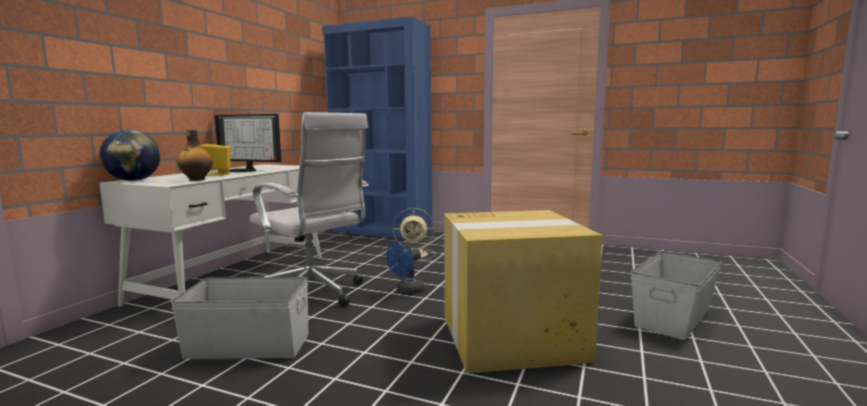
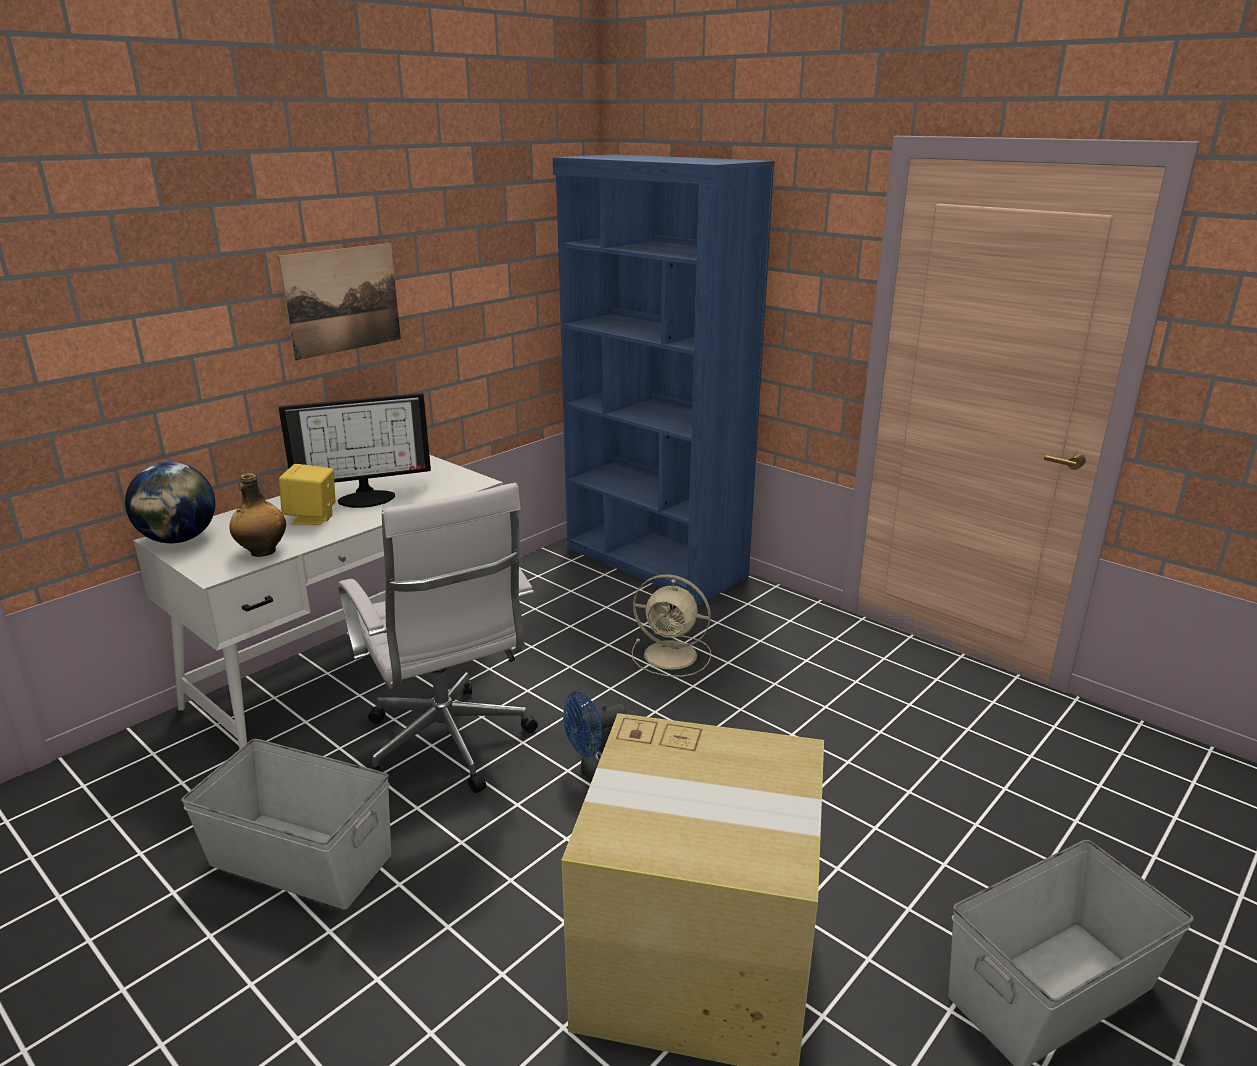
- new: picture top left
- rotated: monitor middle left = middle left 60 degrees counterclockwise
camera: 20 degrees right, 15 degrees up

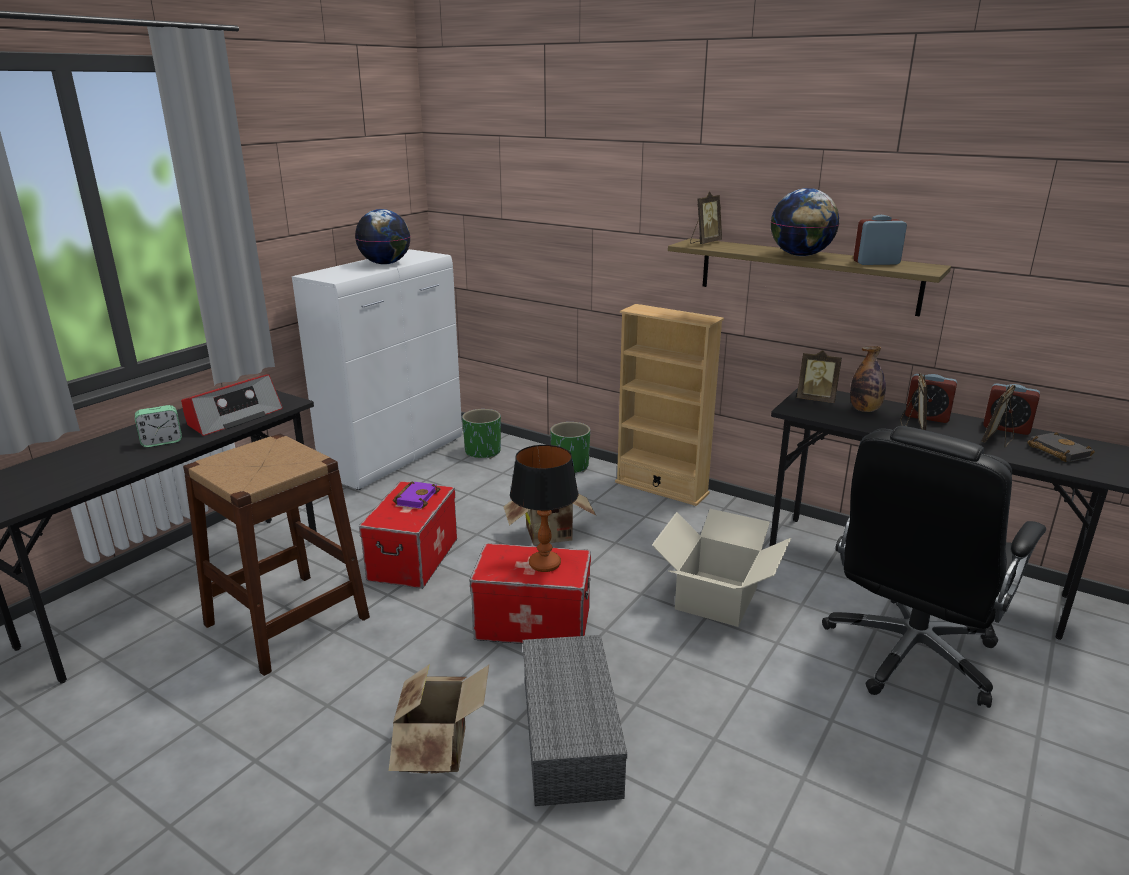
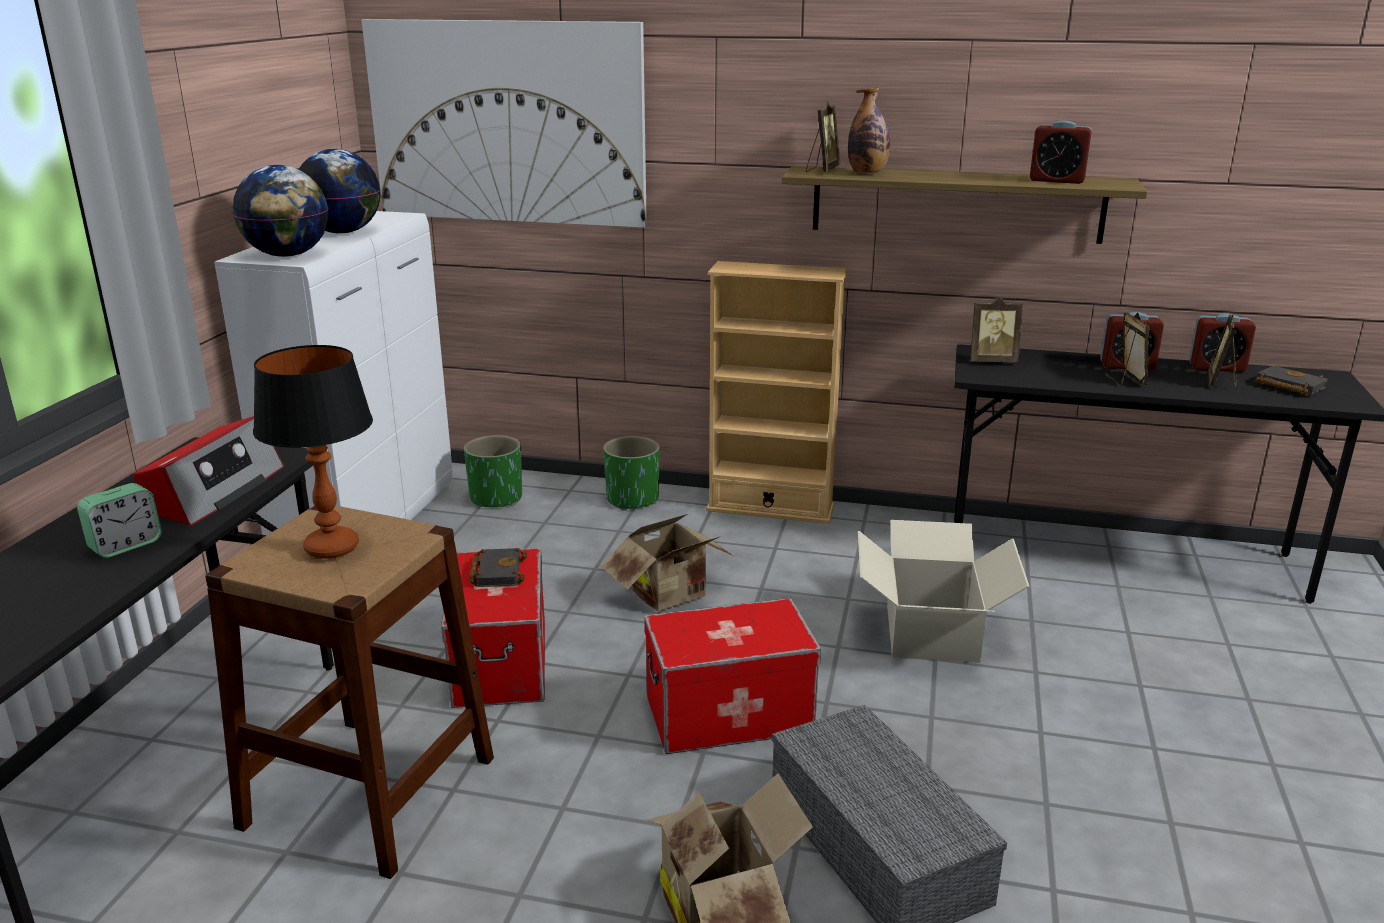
- gone: black office chair middle right
- new: picture top centre
- shifted: table lamp centre to middle left
- shifted: globe (no. 2 from left in the first image) top right to globe (no. 1 from left) top left
- shifted: bottle middle right to top centre
- repainted: purple book centre to black book (no. 1 from left) centre
- rotated: alarm clock (no. 2 from left) top right = top right 135 degrees counterclockwise
camera: 20 degrees left, 0 degrees up

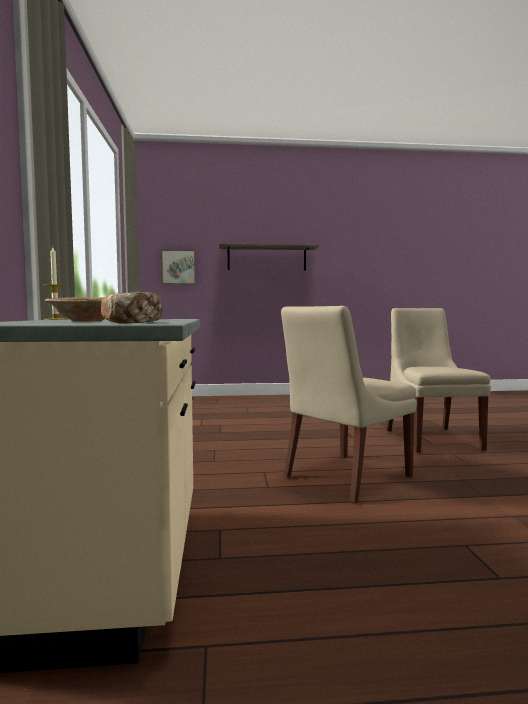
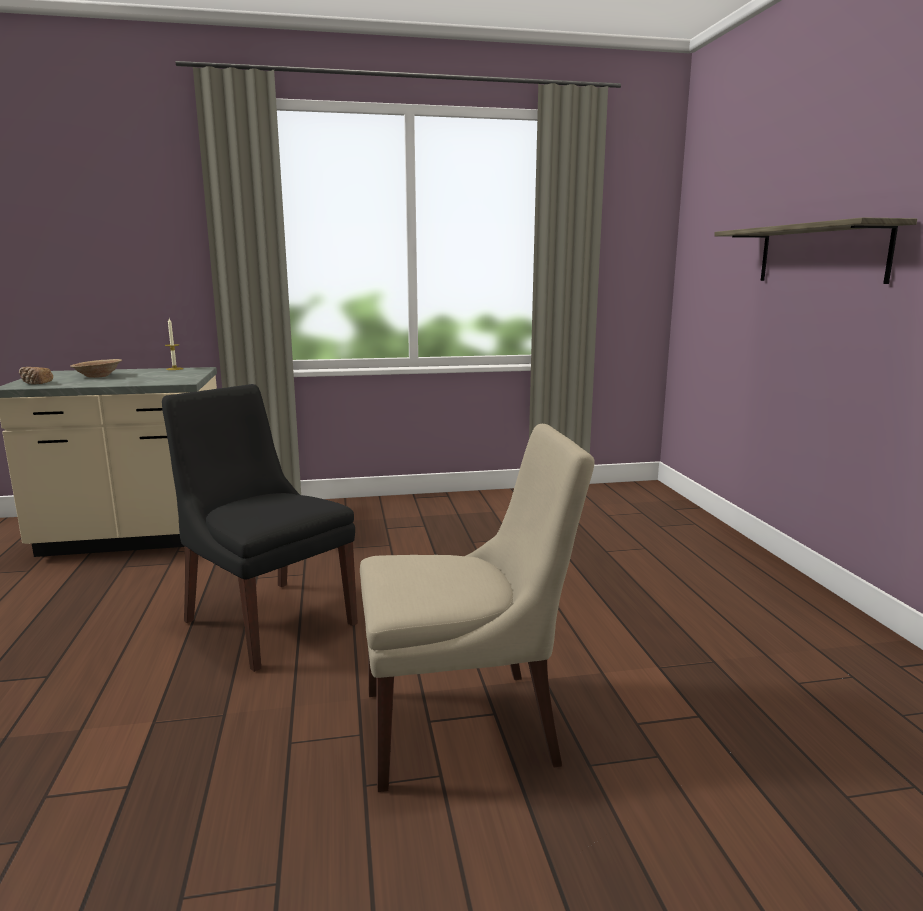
- gone: picture centre
- repainted: beige chair (no. 1 from left) centre to black chair middle left
camera: 85 degrees right, 10 degrees up

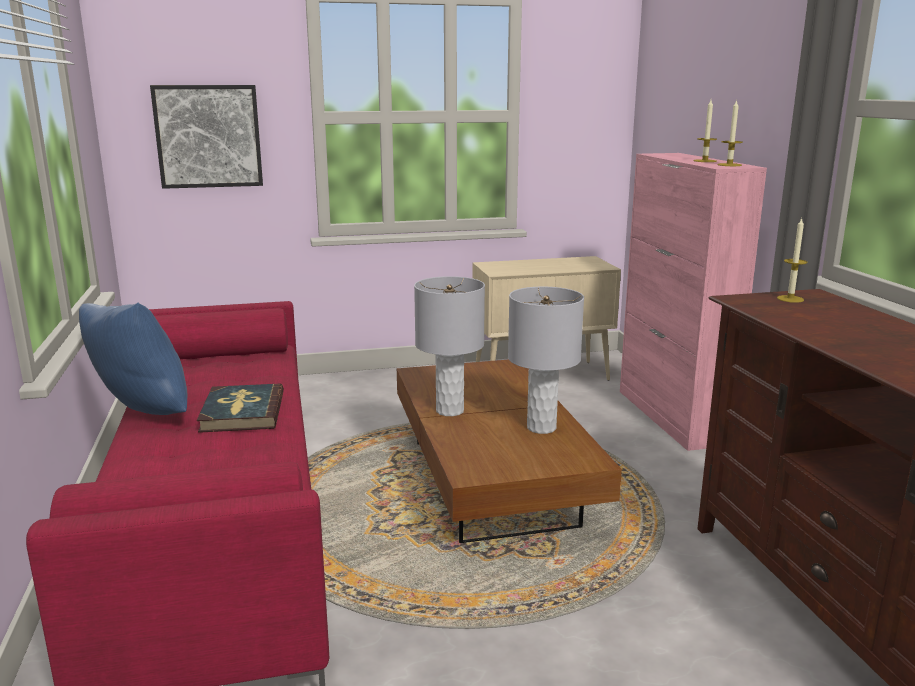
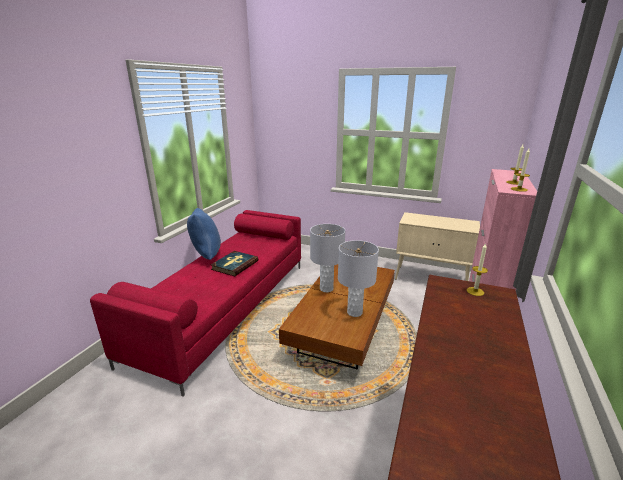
- gone: picture top left
camera: 35 degrees right, 5 degrees up

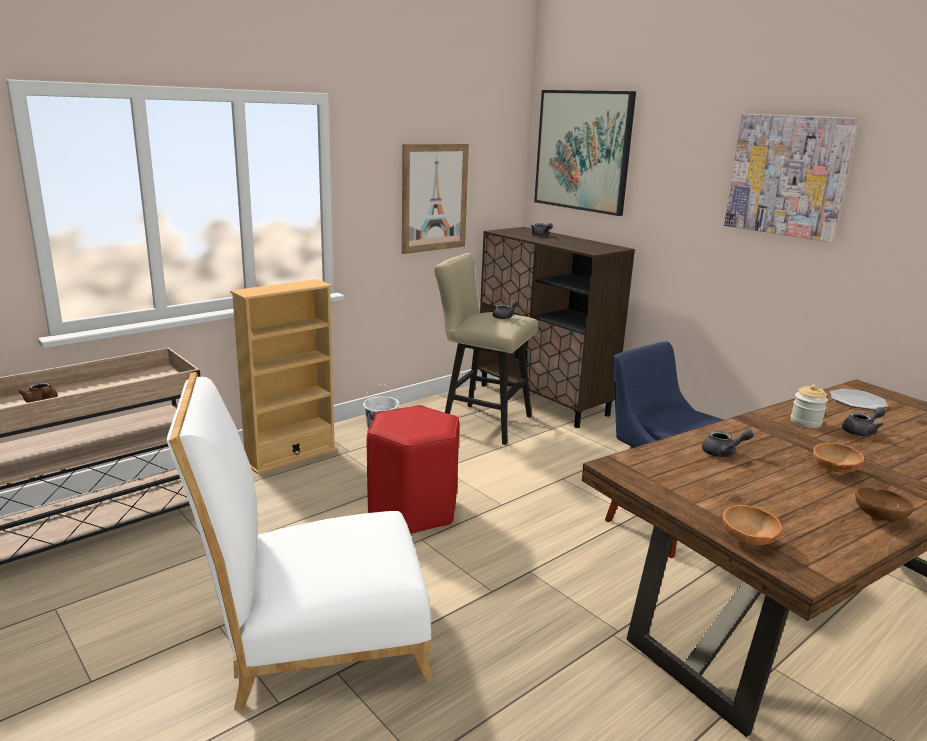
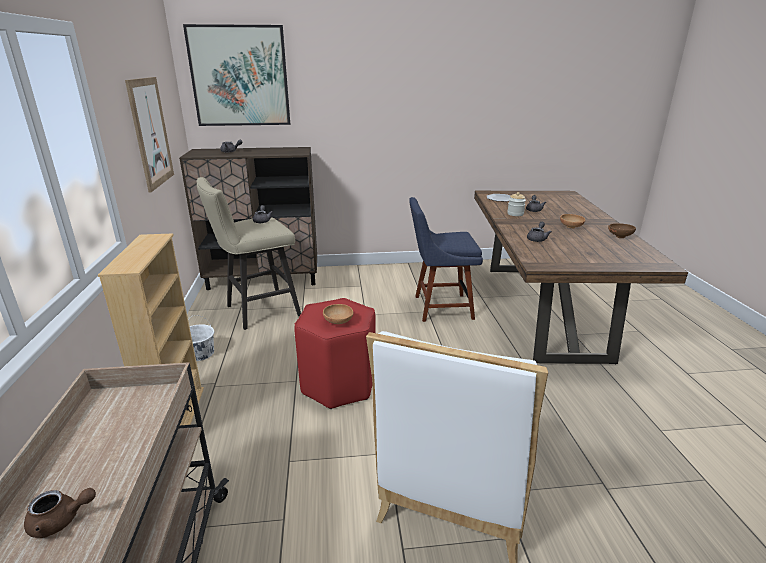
- gone: picture (no. 3 from left) top right
- shifted: brown bowl (no. 1 from left) bottom right to centre
camera: 55 degrees left, 5 degrees up

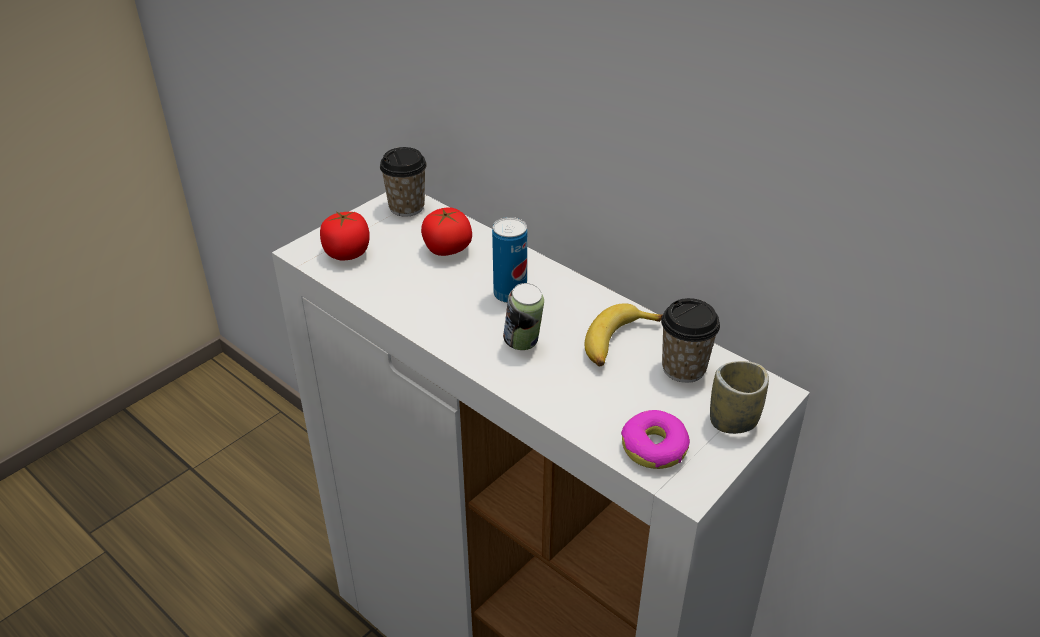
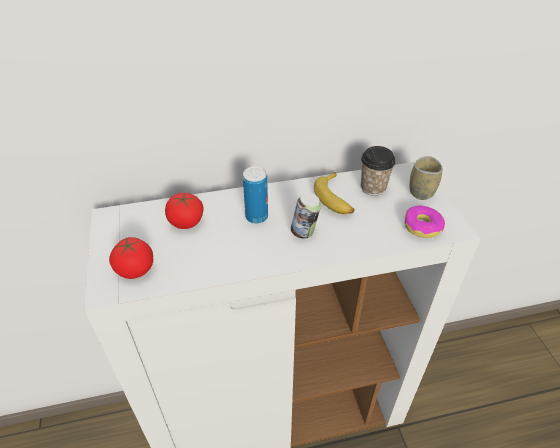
- gone: cup (no. 1 from left) top centre
camera: 55 degrees left, 5 degrees up

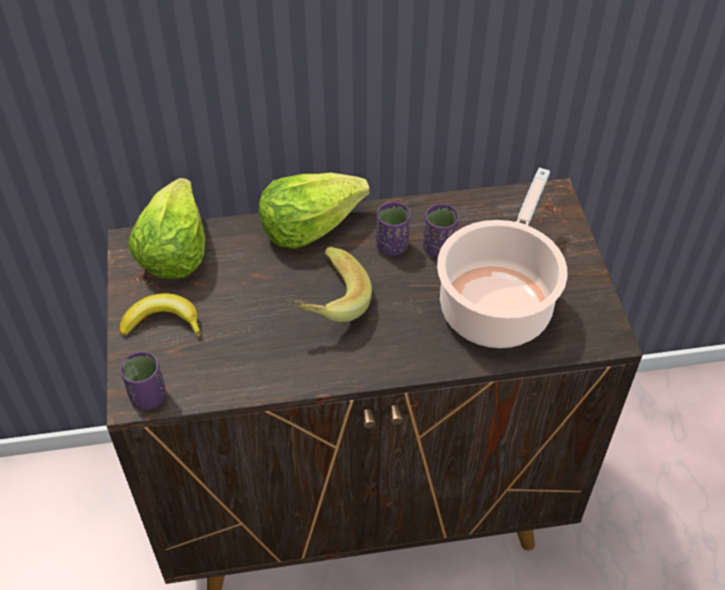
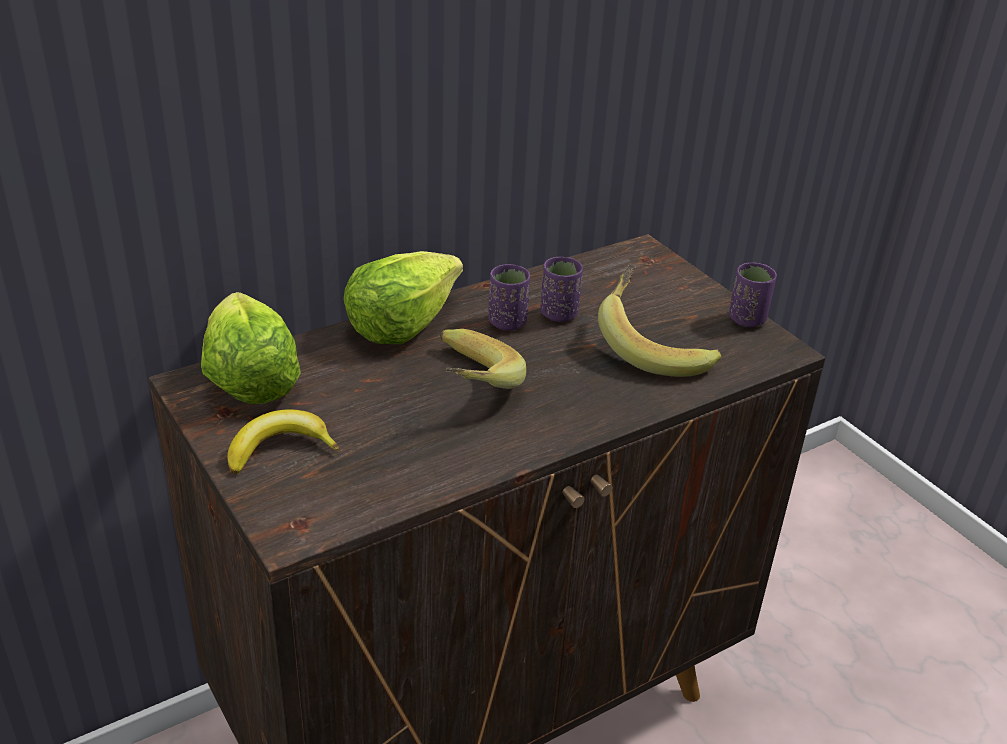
- shifted: purple cup (no. 1 from left in the first image) middle left to purple cup (no. 3 from left) middle right
- swapped: cooking pot middle right to banana (no. 3 from left) centre
camera: 25 degrees left, 15 degrees down

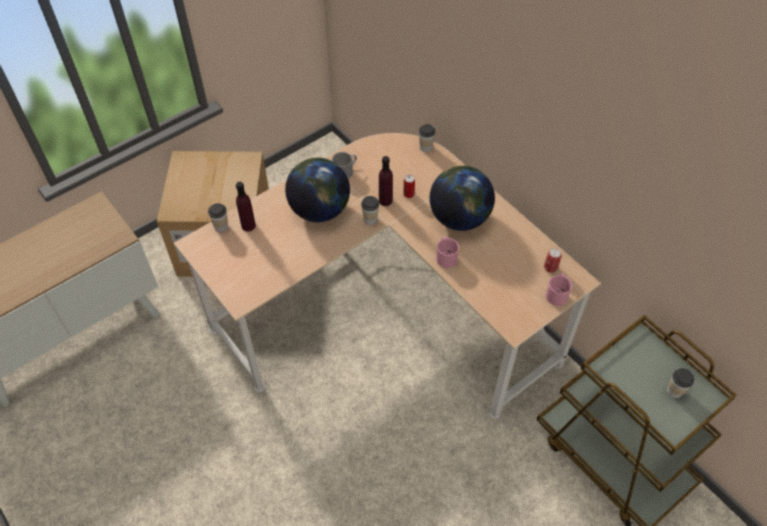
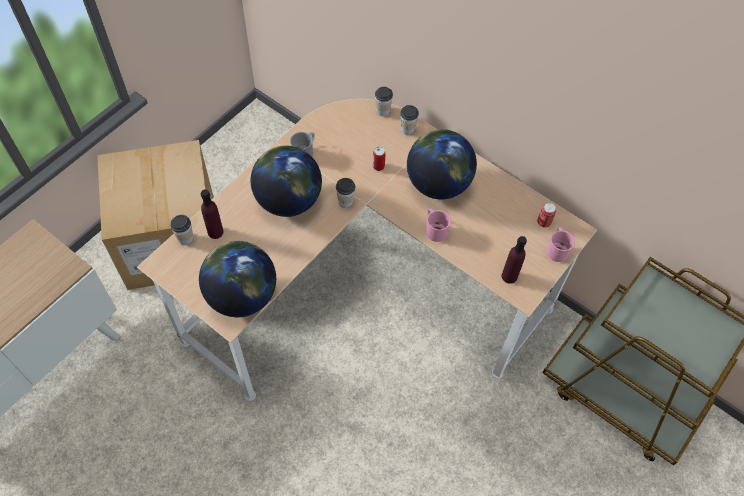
- new: globe (no. 1 from left) middle left
- shifted: purple bottle (no. 2 from left) centre to middle right
- shifted: cup (no. 4 from left) bottom right to top centre
camera: 15 degrees left, 5 degrees up

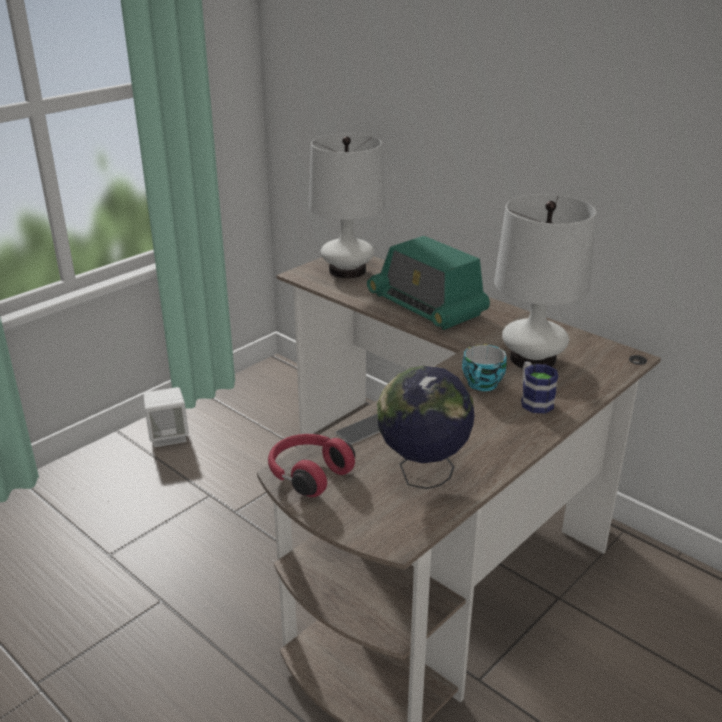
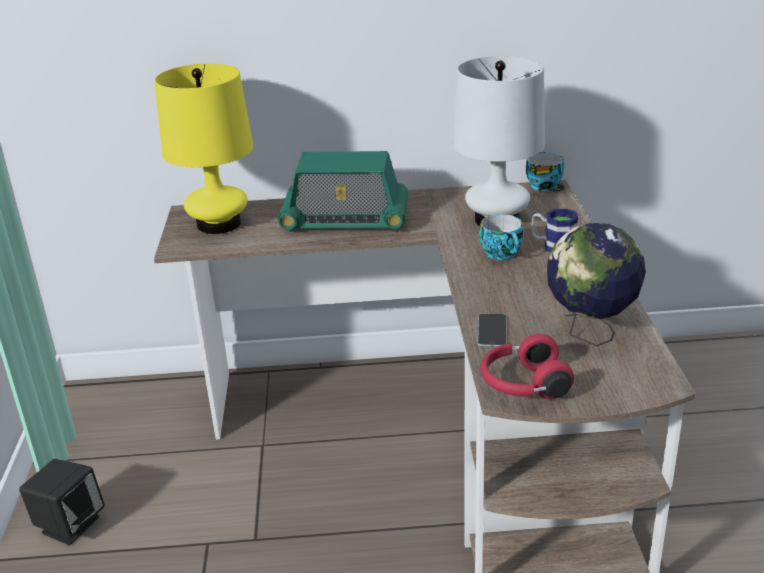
- new: cup (no. 2 from left) top right
- repainted: white speaker middle left to black speaker bottom left
- repainted: white table lamp (no. 1 from left) top centre to yellow table lamp top left
camera: 45 degrees left, 0 degrees up

